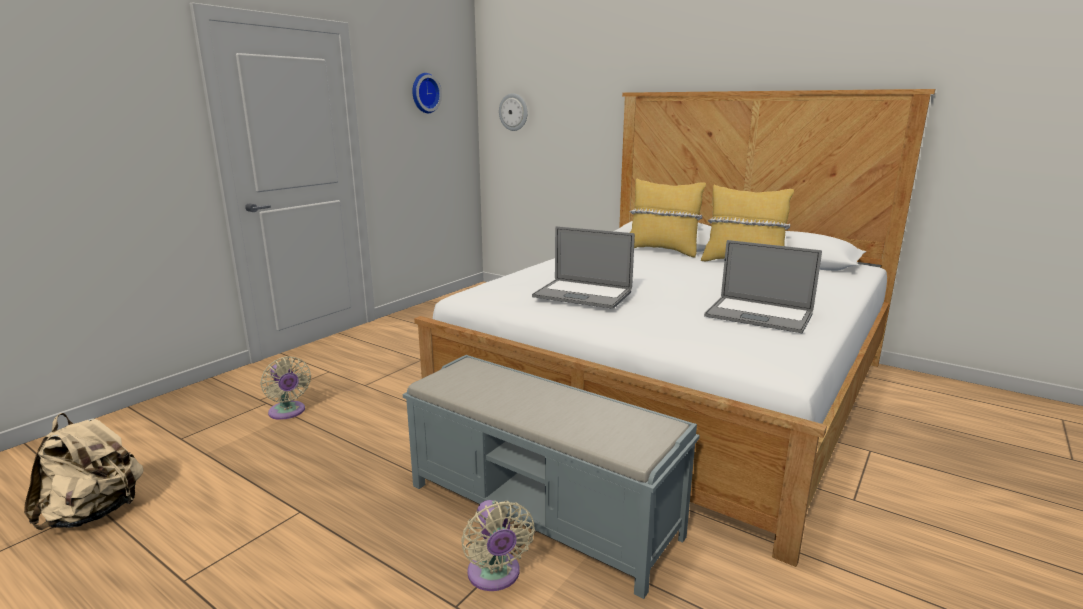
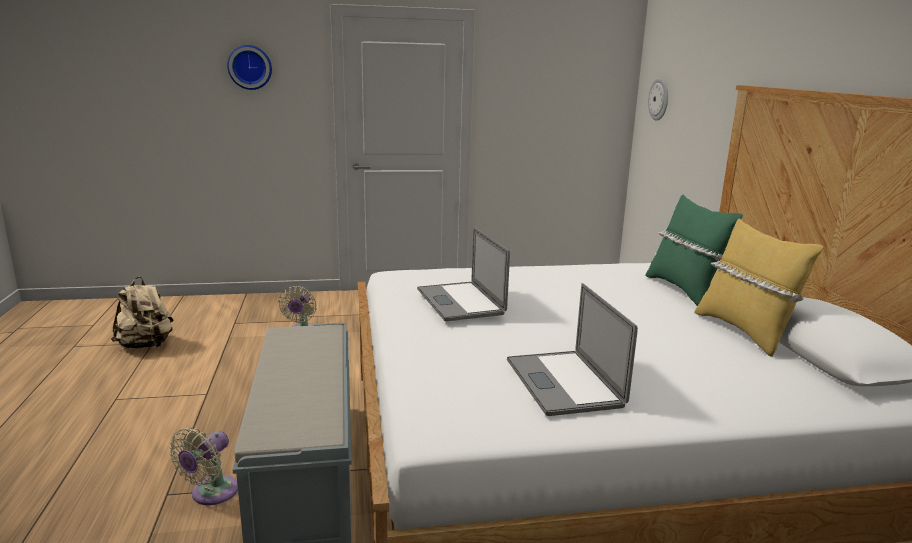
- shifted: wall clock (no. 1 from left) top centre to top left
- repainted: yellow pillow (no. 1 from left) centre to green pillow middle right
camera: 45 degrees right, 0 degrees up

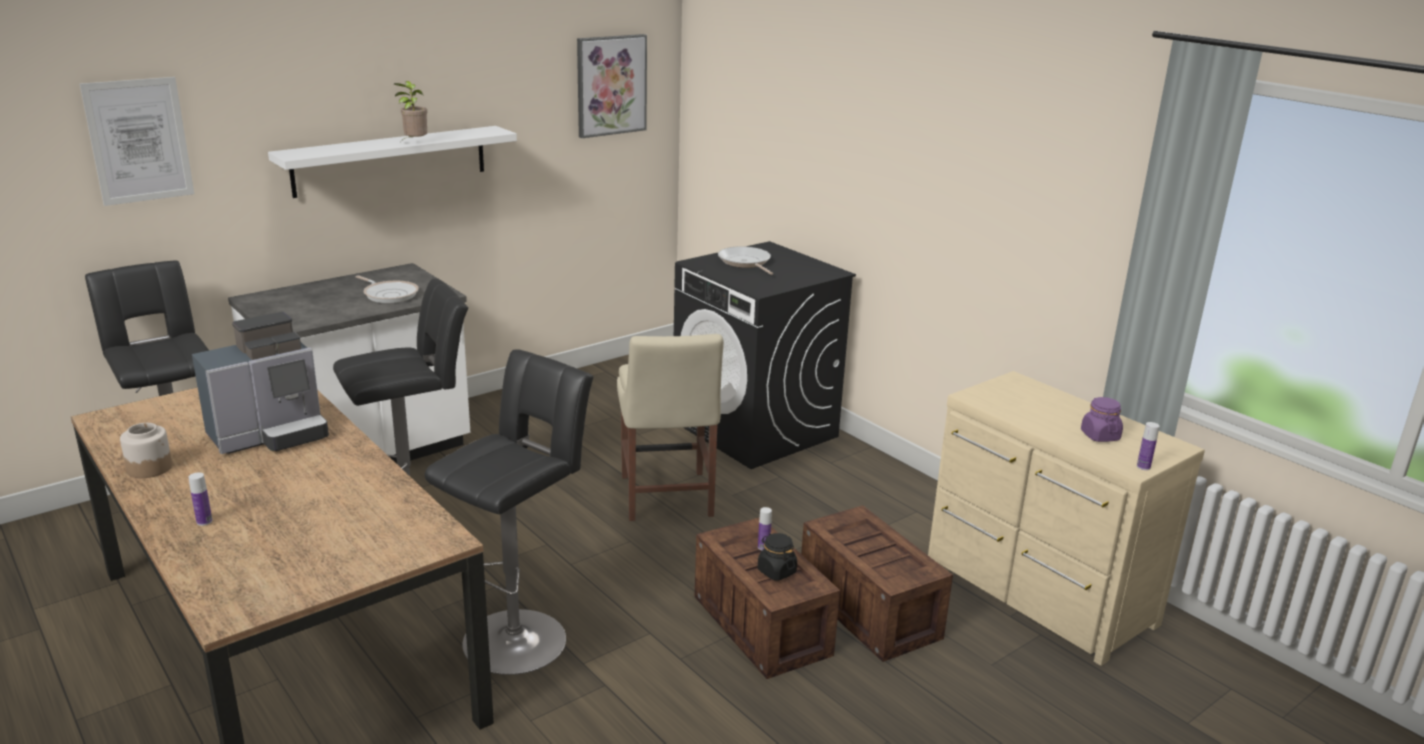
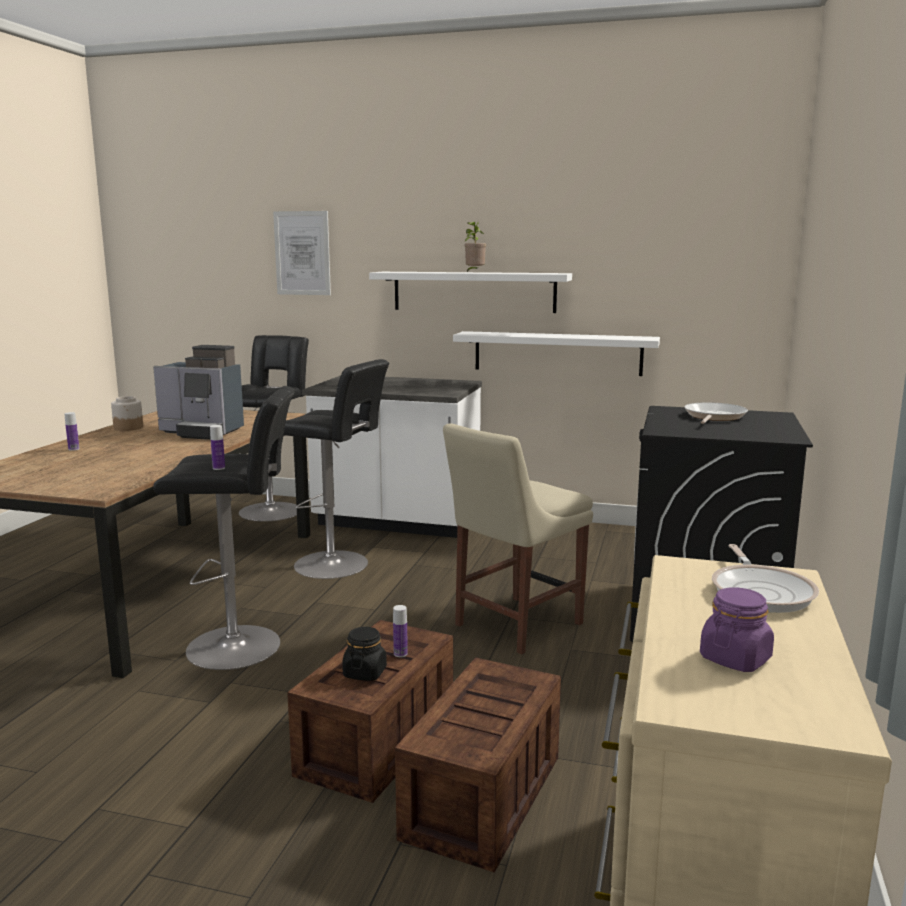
- gone: picture (no. 2 from left) top centre
- new: white shelf (no. 2 from left) centre
- shifted: frying pan (no. 1 from left in the first image) middle left to frying pan (no. 2 from left) middle right
- shifted: bottle (no. 3 from left in the first image) middle right to bottle (no. 2 from left) middle left
camera: 55 degrees right, 10 degrees down

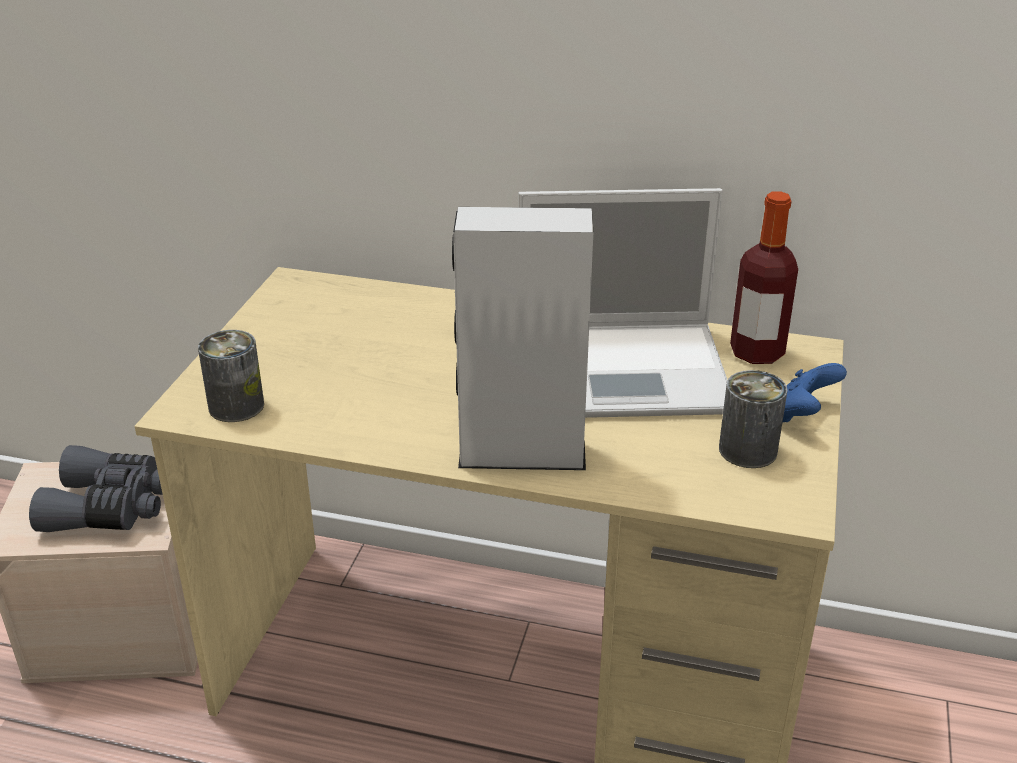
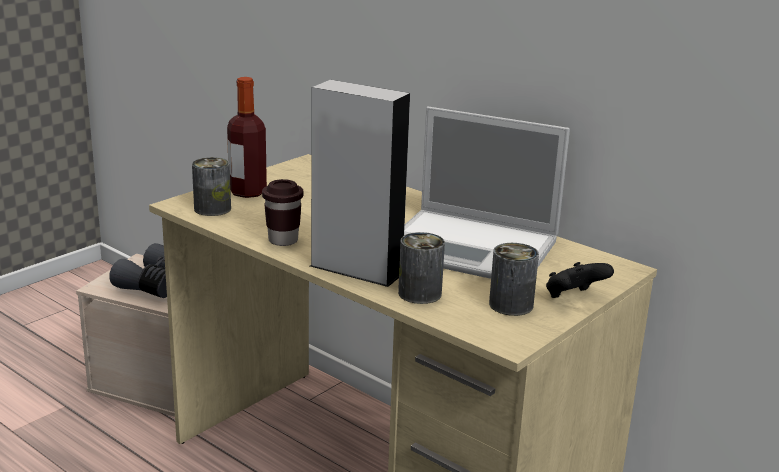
- new: brown cup centre
- new: can (no. 2 from left) centre
- shifted: bottle middle right to top left
- repainted: blue game controller middle right to black game controller middle right
camera: 25 degrees right, 10 degrees down

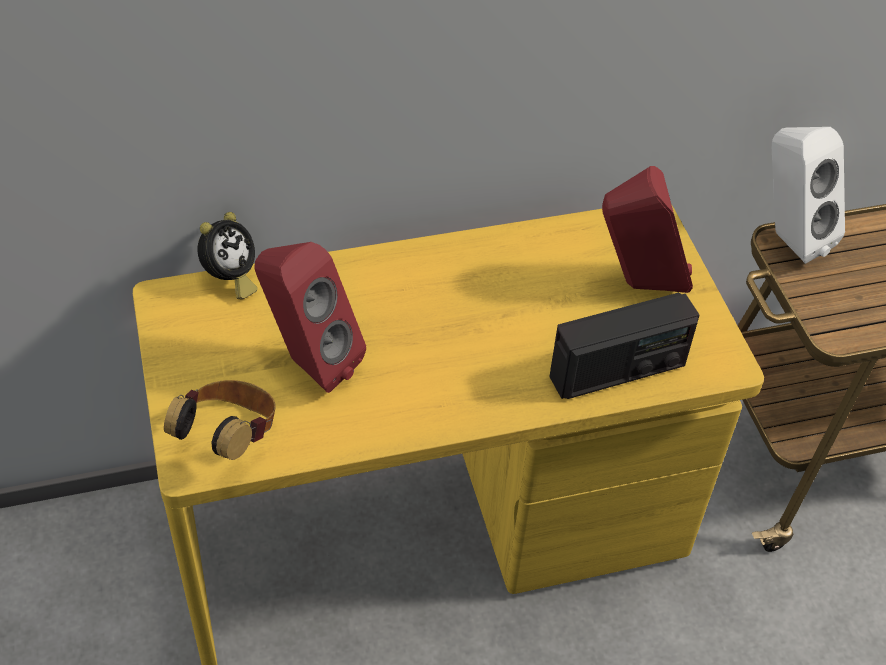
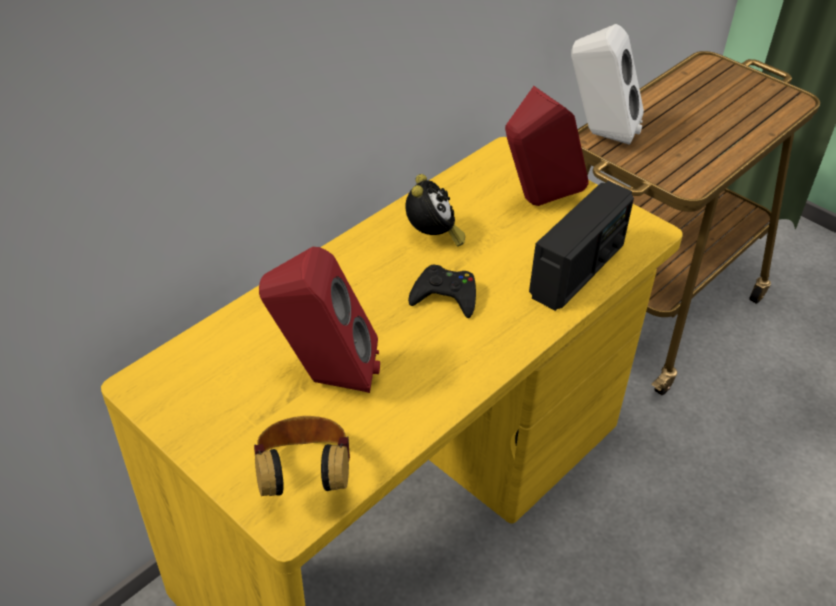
- new: black game controller centre
- shifted: alarm clock middle left to centre
camera: 30 degrees left, 5 degrees down

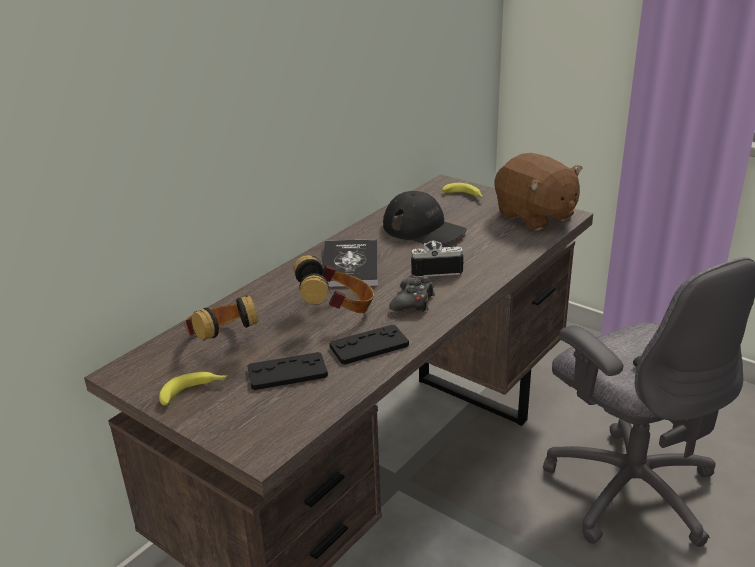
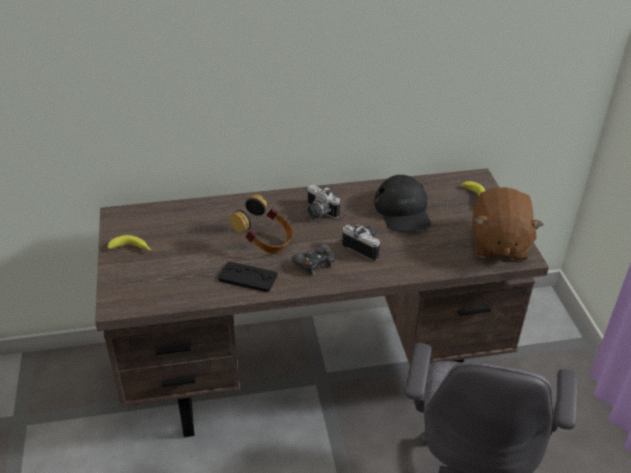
- gone: headphones (no. 1 from left) middle left
- gone: black game controller (no. 1 from left) centre
- swapped: book centre to photo camera (no. 1 from left) centre
camera: 40 degrees right, 10 degrees up

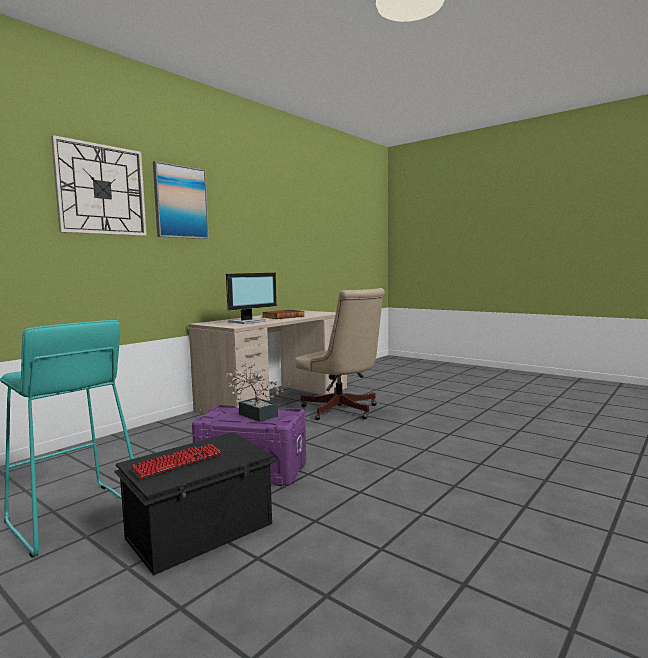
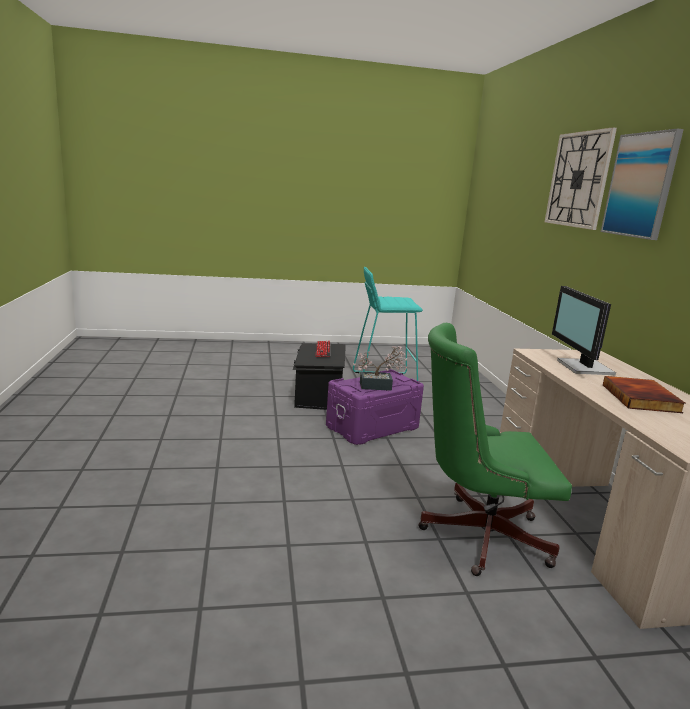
- repainted: beige office chair centre to green office chair middle right
camera: 130 degrees right, 10 degrees up

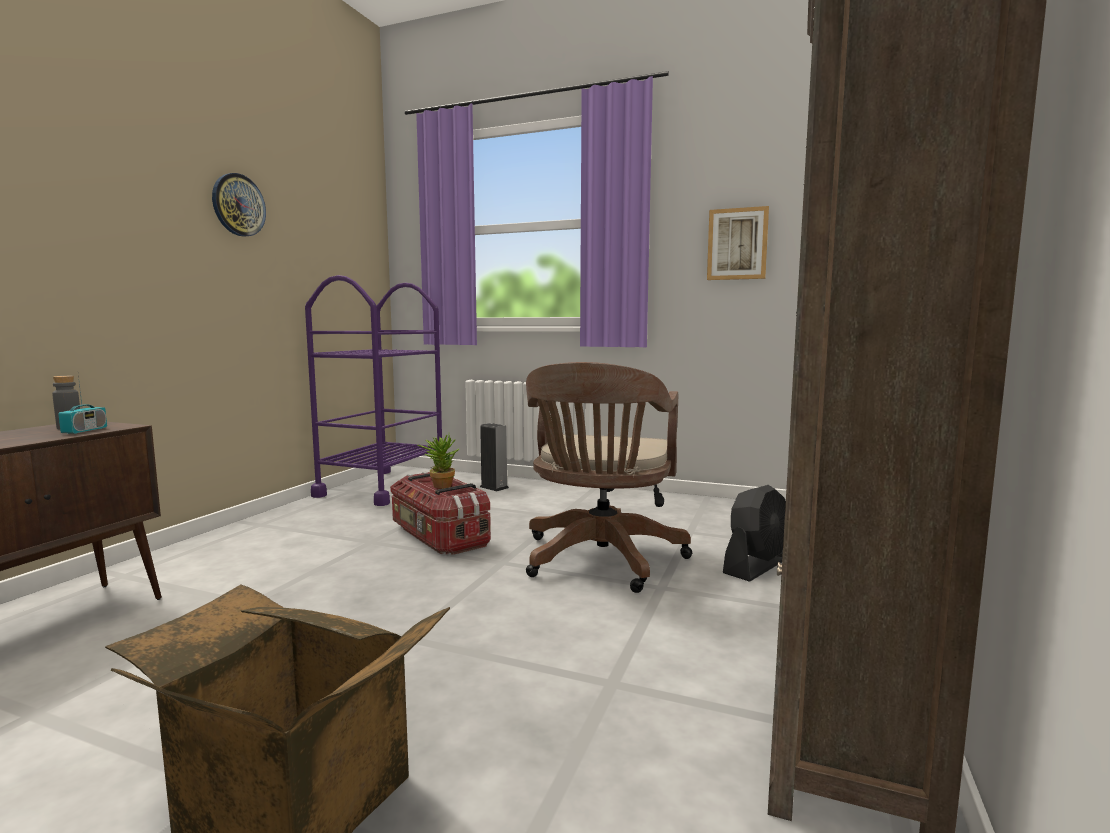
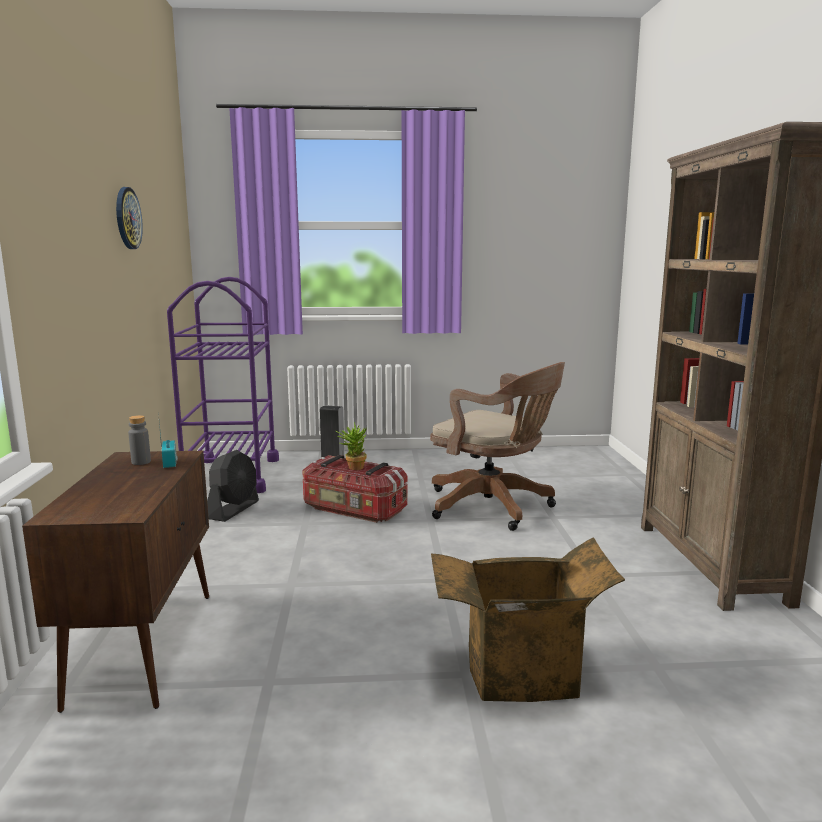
- gone: picture top centre
- shifted: black fan middle right to middle left
- rotated: brown office chair centre = centre 45 degrees counterclockwise
camera: 25 degrees left, 5 degrees up

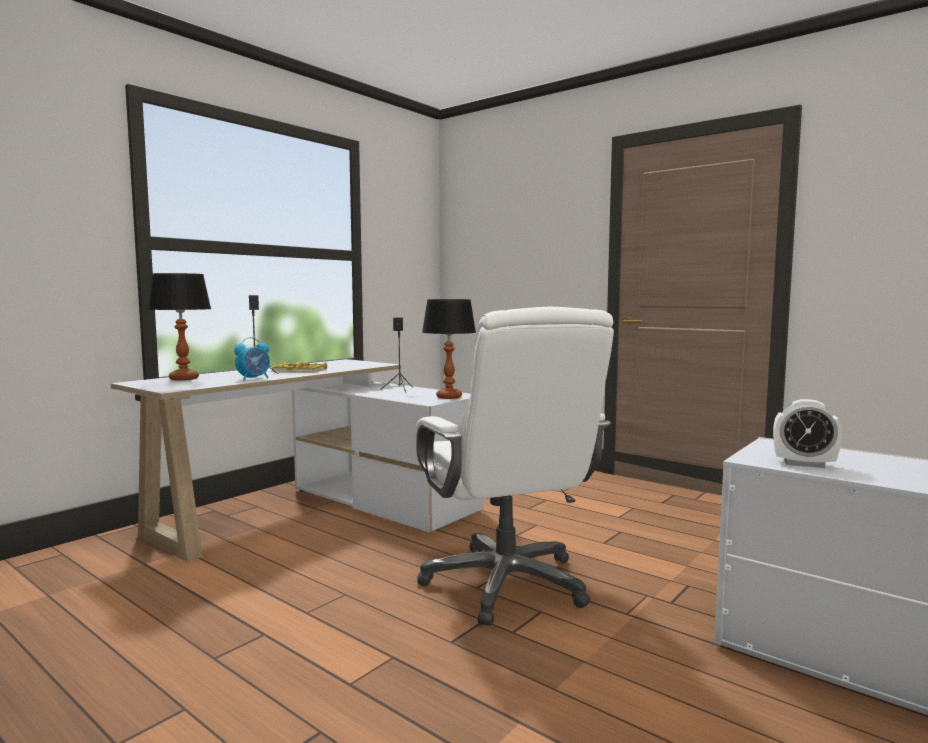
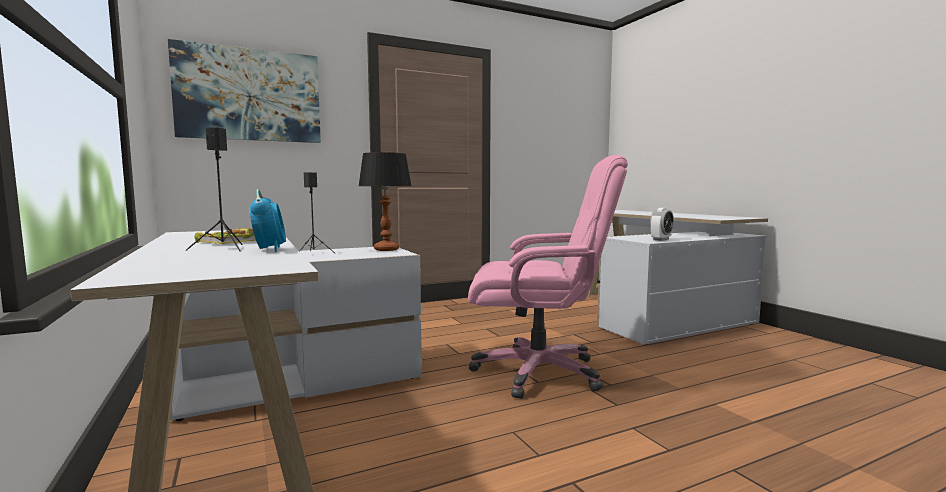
- gone: table lamp (no. 1 from left) middle left
- new: picture top left
- repainted: white office chair centre to pink office chair centre
camera: 65 degrees left, 0 degrees up

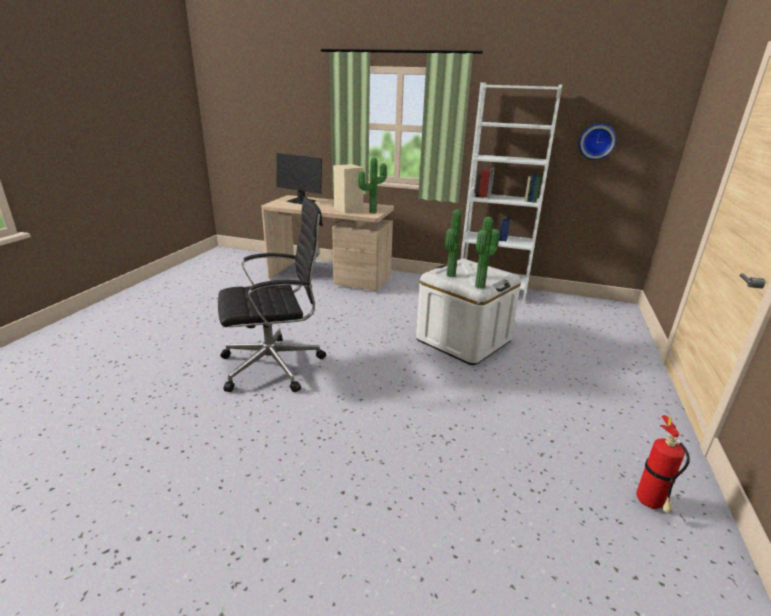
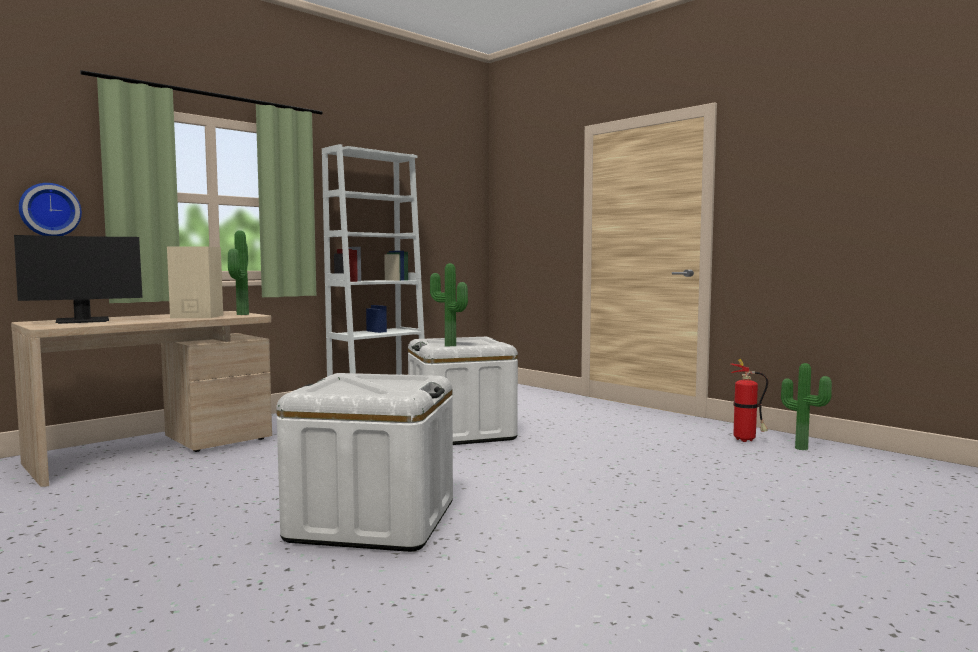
- shifted: potted plant (no. 3 from left) centre to middle right
- shifted: wall clock top right to top left
- swapped: black office chair centre to white storage box (no. 1 from left) bottom centre
camera: 60 degrees left, 20 degrees down

